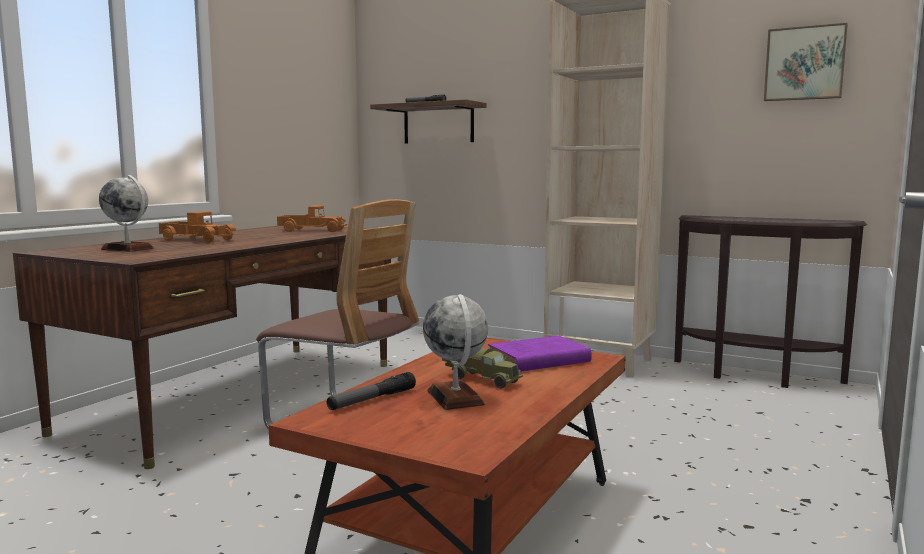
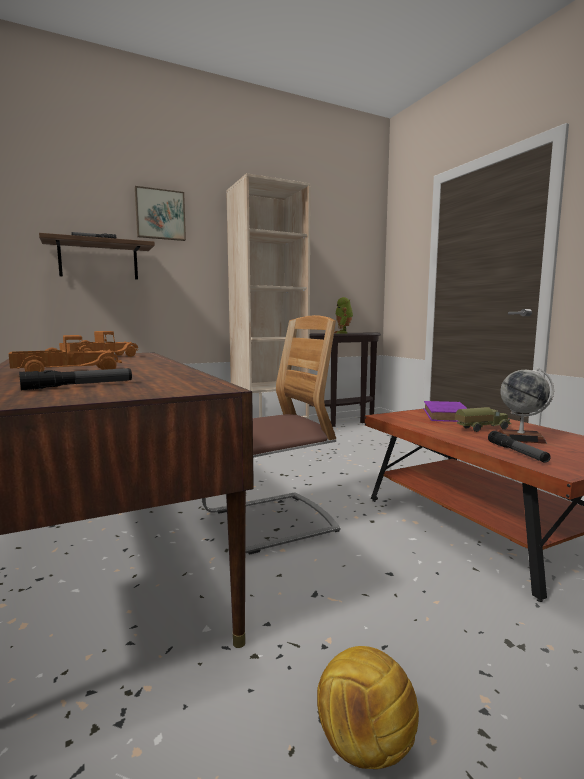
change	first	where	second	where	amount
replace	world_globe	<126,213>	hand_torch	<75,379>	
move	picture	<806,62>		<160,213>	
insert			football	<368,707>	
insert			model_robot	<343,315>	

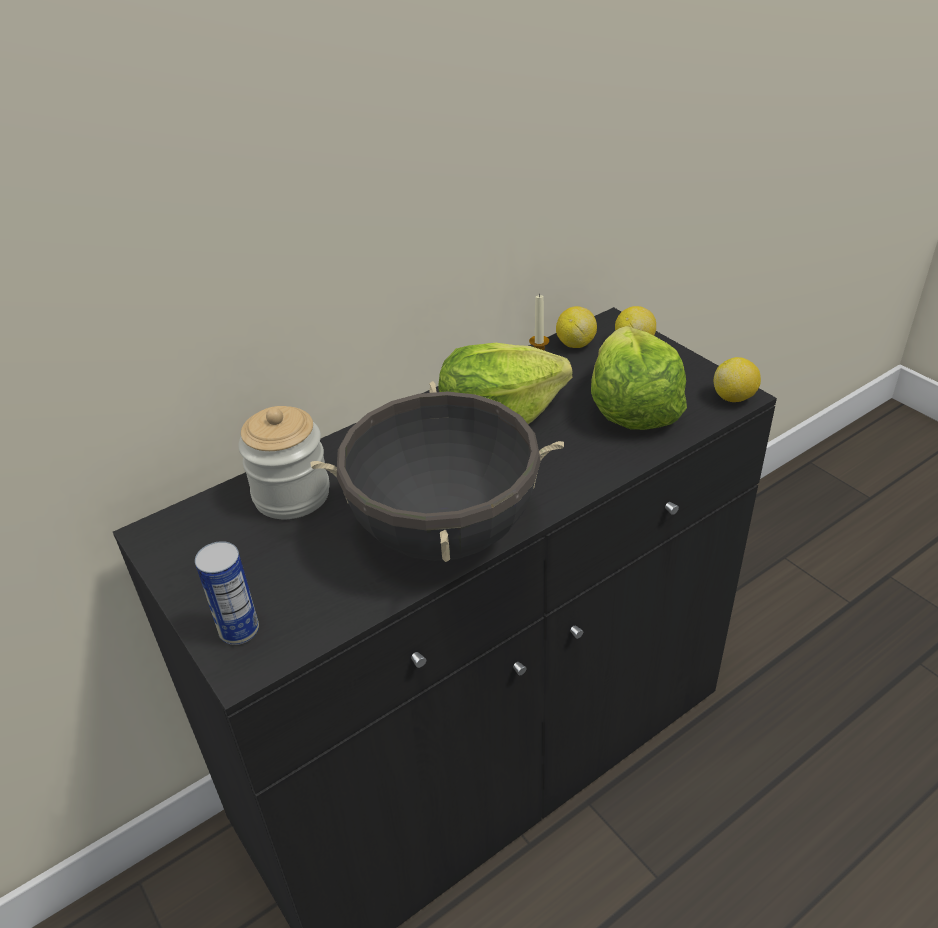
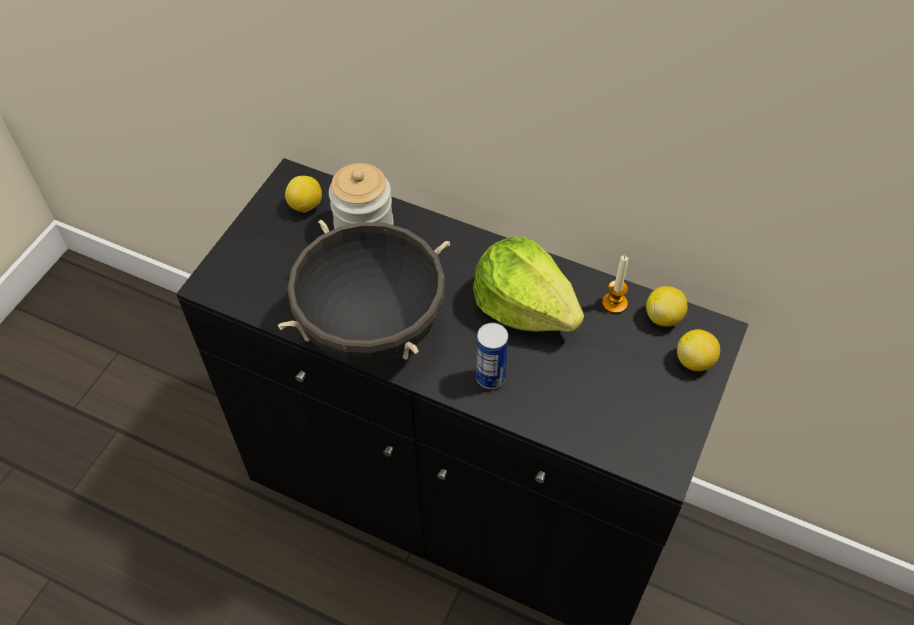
change	first	where	second	where	amount
move	sealed_can	<227,593>		<492,356>	
delete	lettuce_head	<639,378>			
move	lemon	<737,379>		<303,194>	

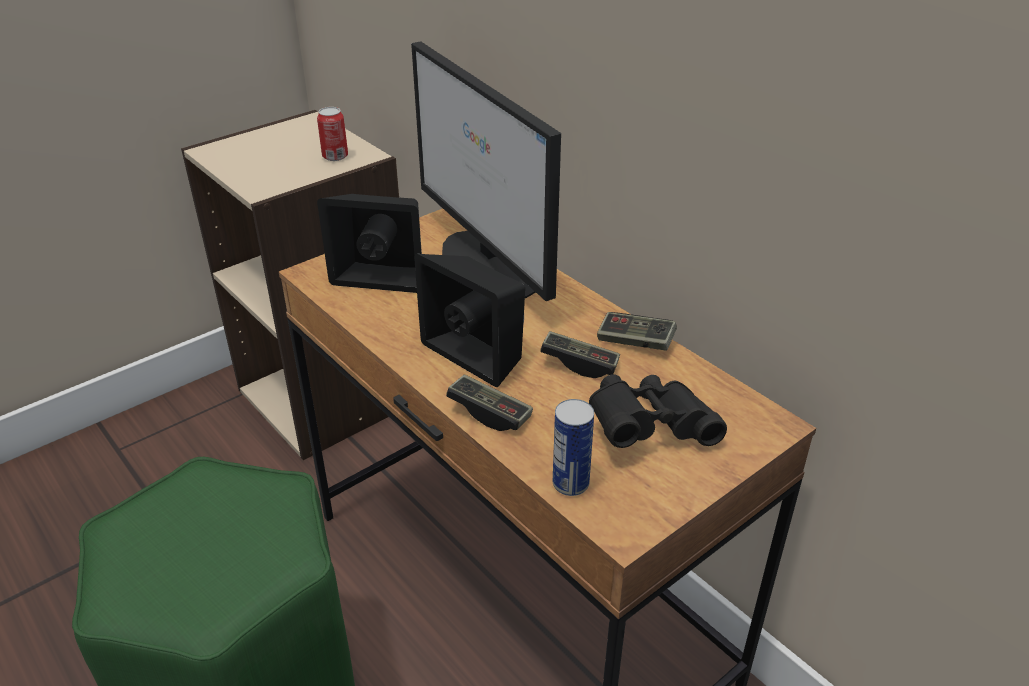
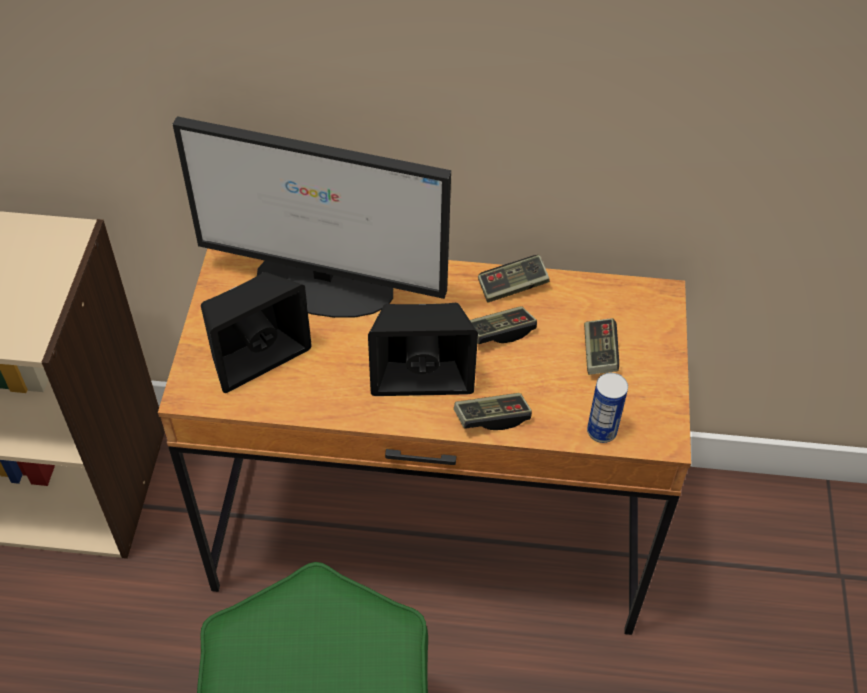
change	first	where	second	where	amount
delete	sealed_can	<332,134>			
replace	black-coloured_binoculars	<658,411>	joypad	<601,346>	

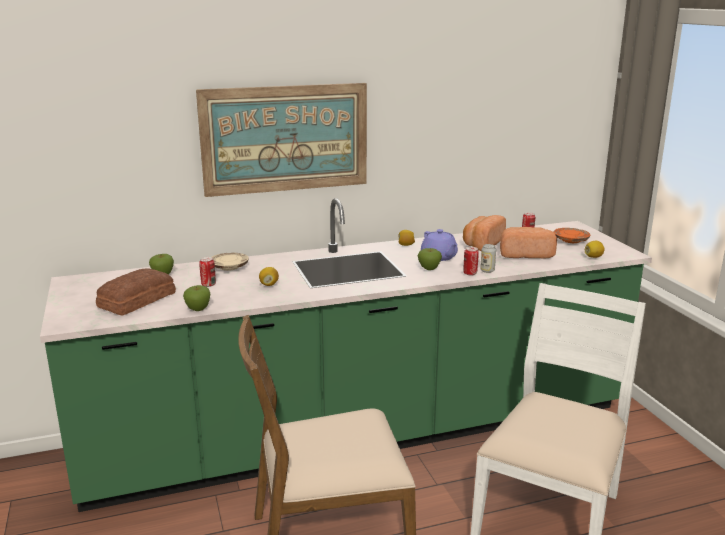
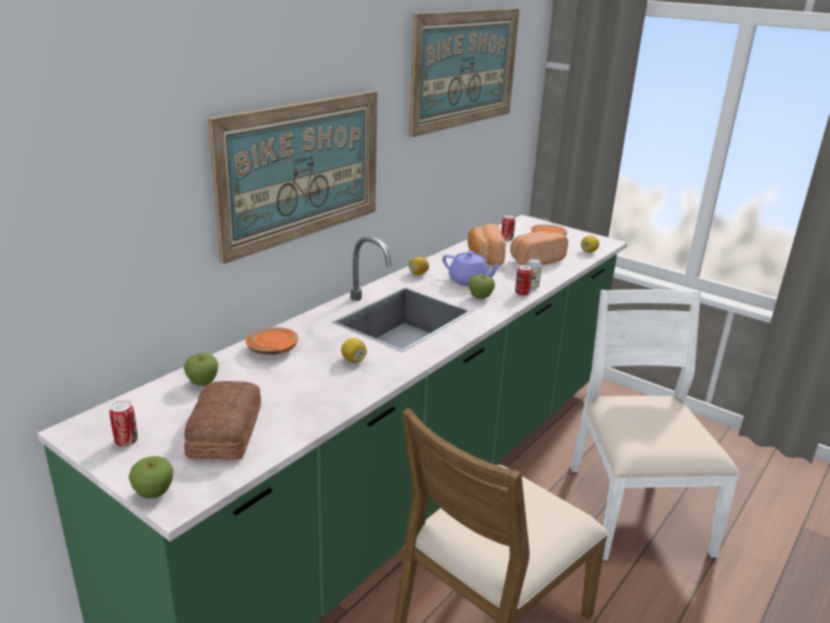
change	first	where	second	where	amount
move	whole_apple	<196,298>		<151,477>	
move	sealed_can	<207,272>		<123,424>	
recolor	beige_dinner_plate	<230,262>	orange_dinner_plate	<271,341>	
insert			picture	<464,72>	

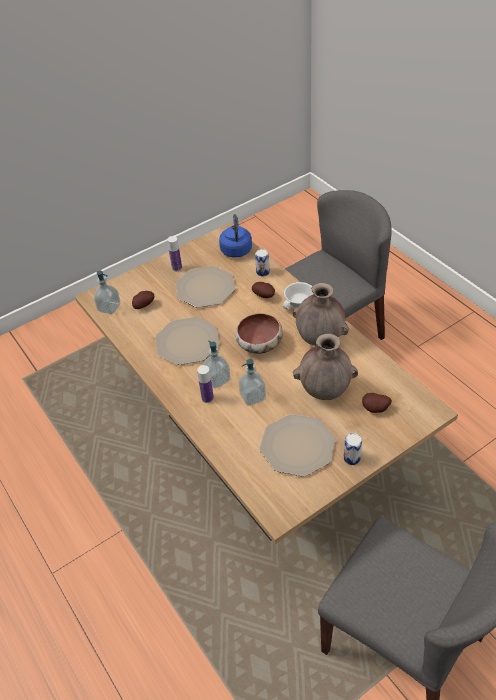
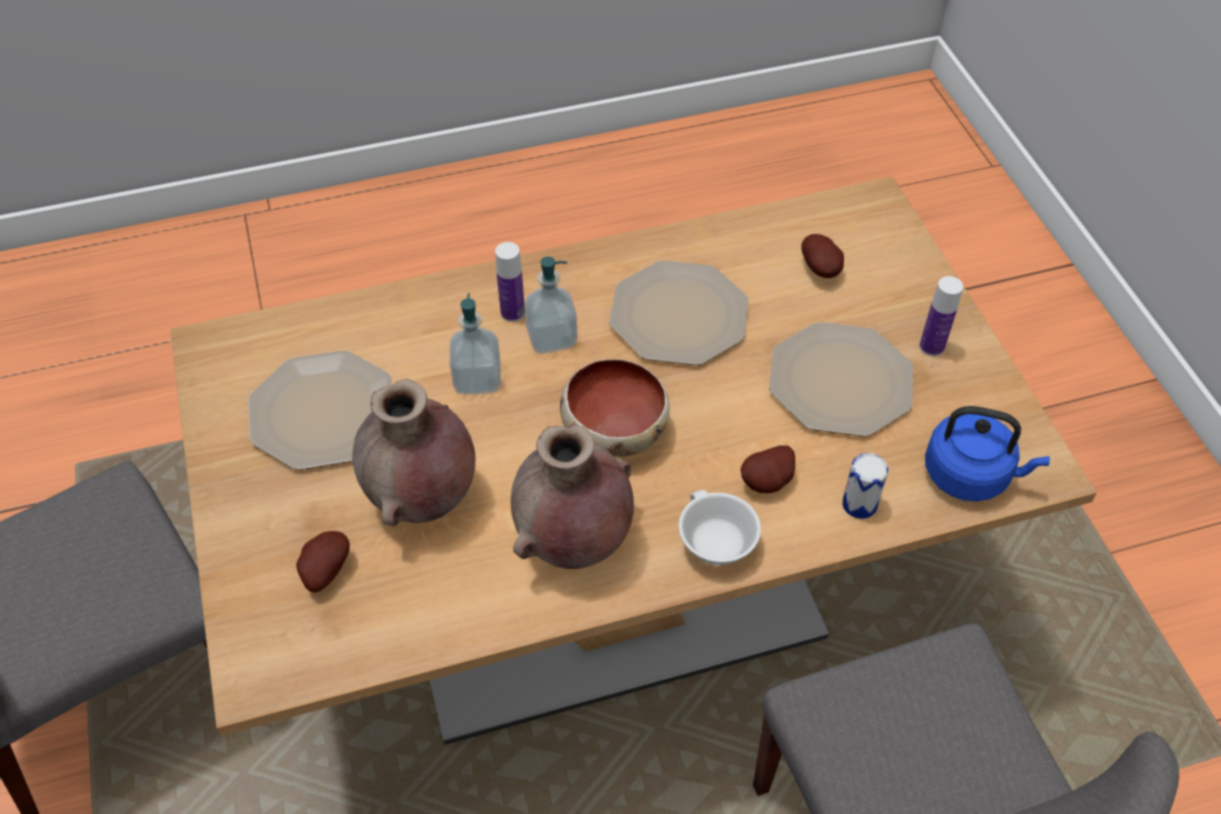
change	first	where	second	where	amount
delete	liquid_soap_bottle	<107,292>			
delete	sealed_can	<353,449>			

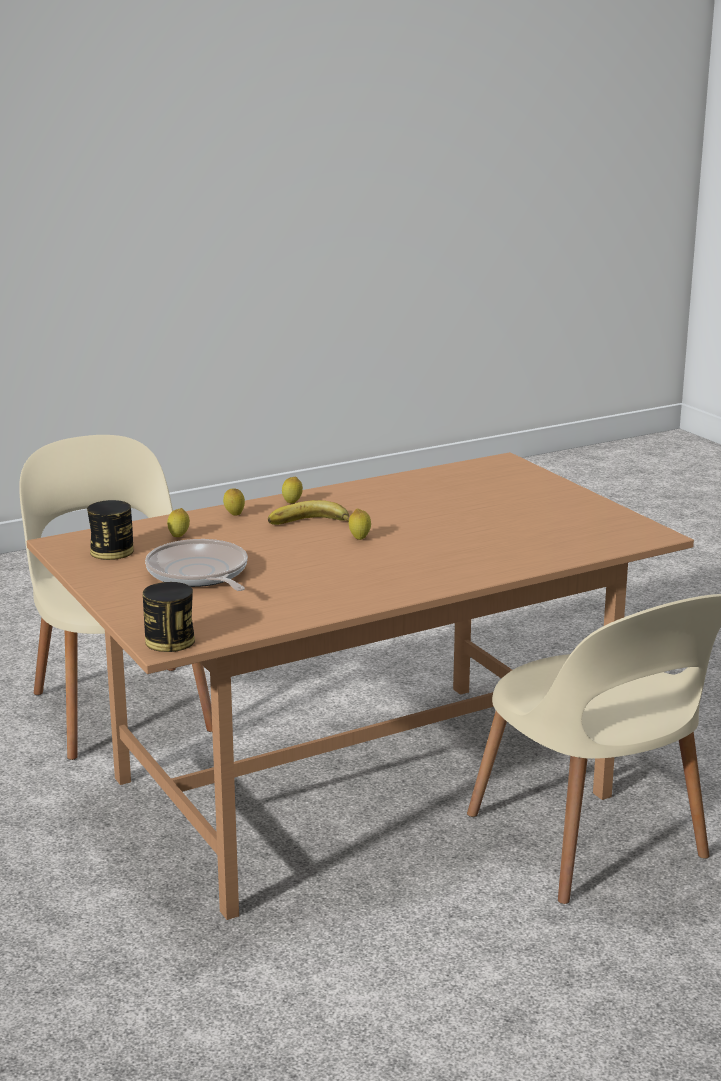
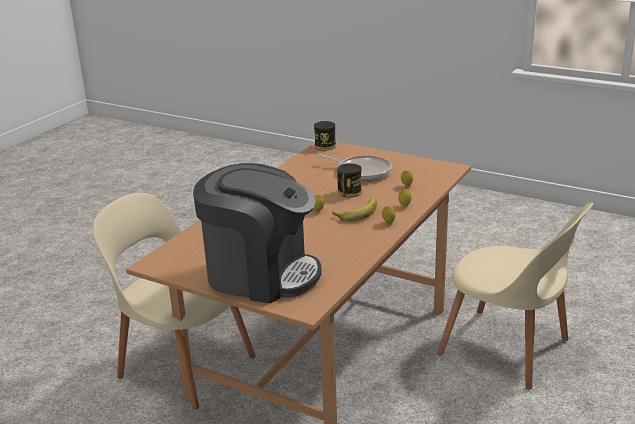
change	first	where	second	where	amount
move	sealed_can	<110,530>		<349,180>	
insert			coffee_machine	<257,233>	

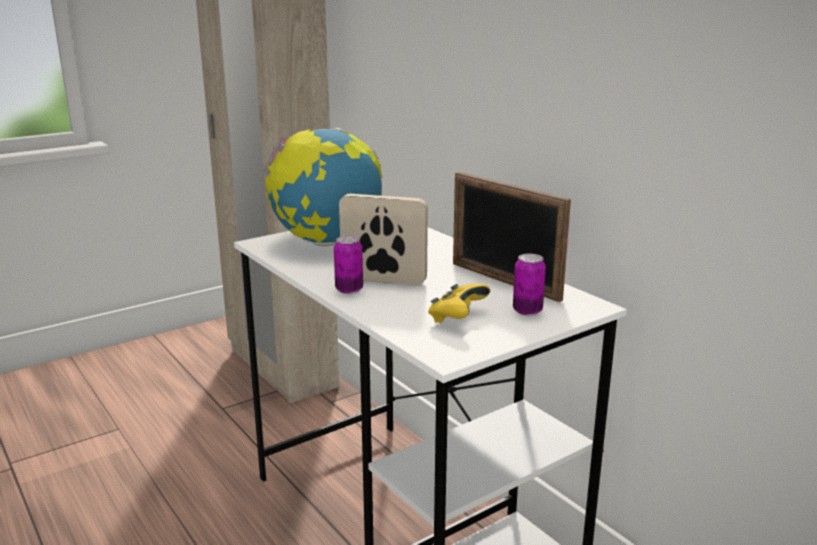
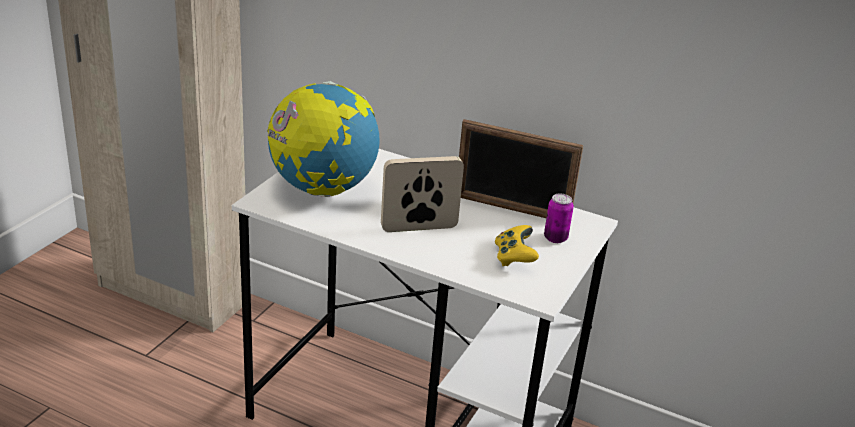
change	first	where	second	where	amount
delete	sealed_can	<348,265>			

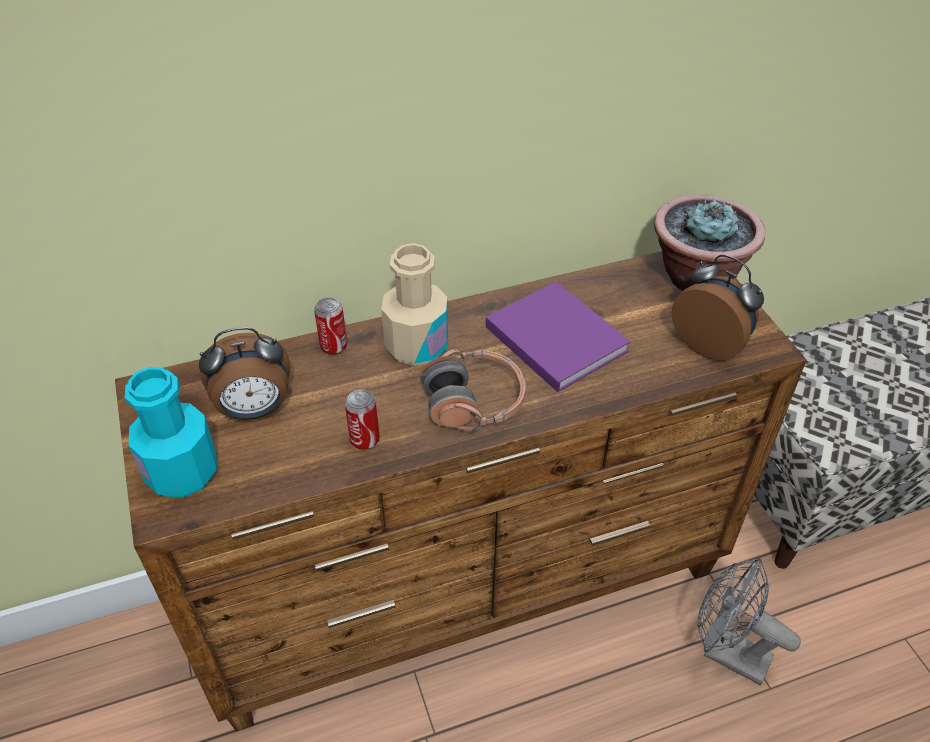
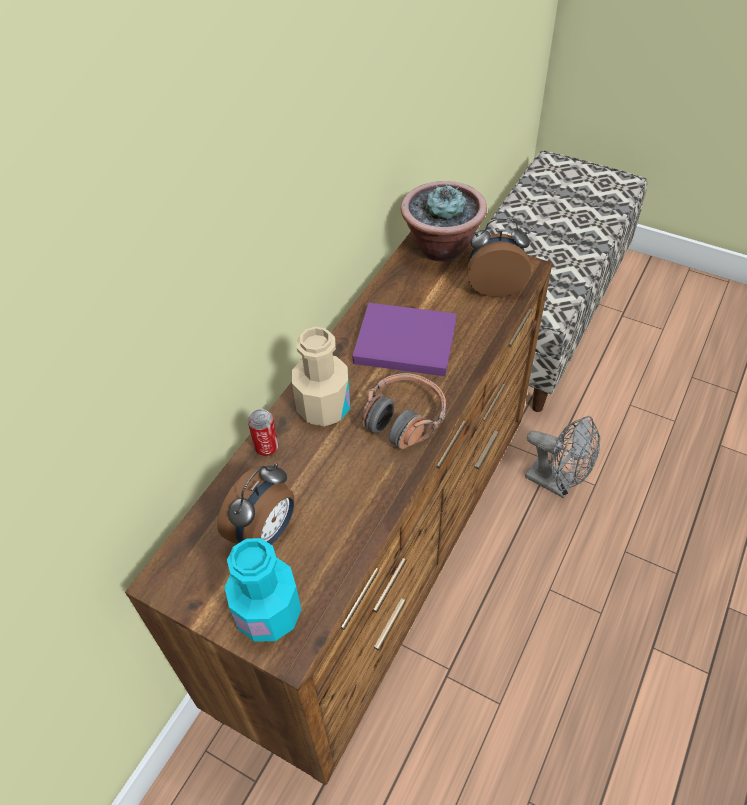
change	first	where	second	where	amount
delete	sealed_can	<362,419>			
rotate	gray_electric_fan	<749,621>		<562,457>	135 degrees counterclockwise

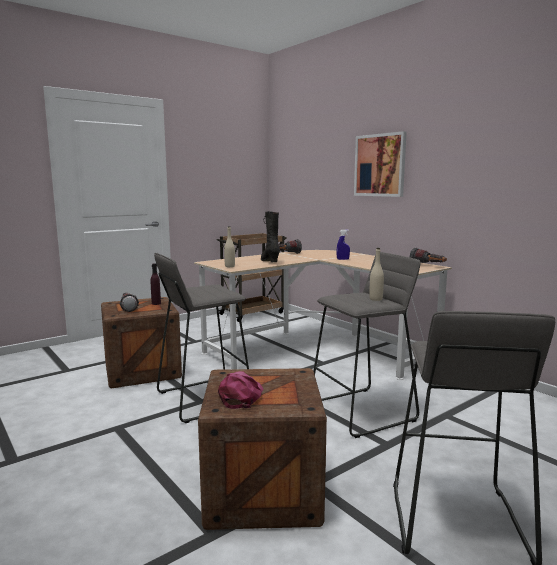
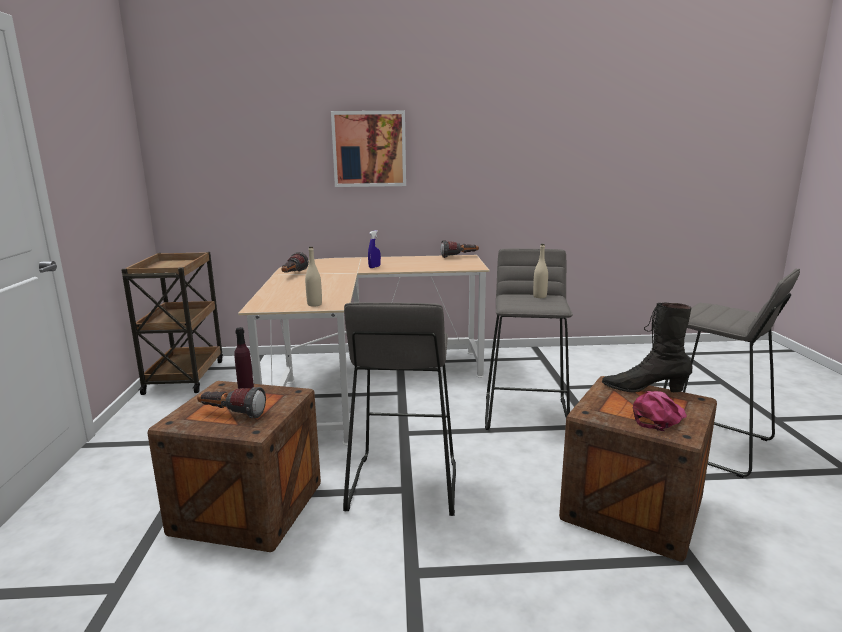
change	first	where	second	where	amount
rotate	pinkish_baseball_cap	<240,390>		<660,411>	90 degrees clockwise
move	black-coloured_boot	<270,237>		<647,348>	

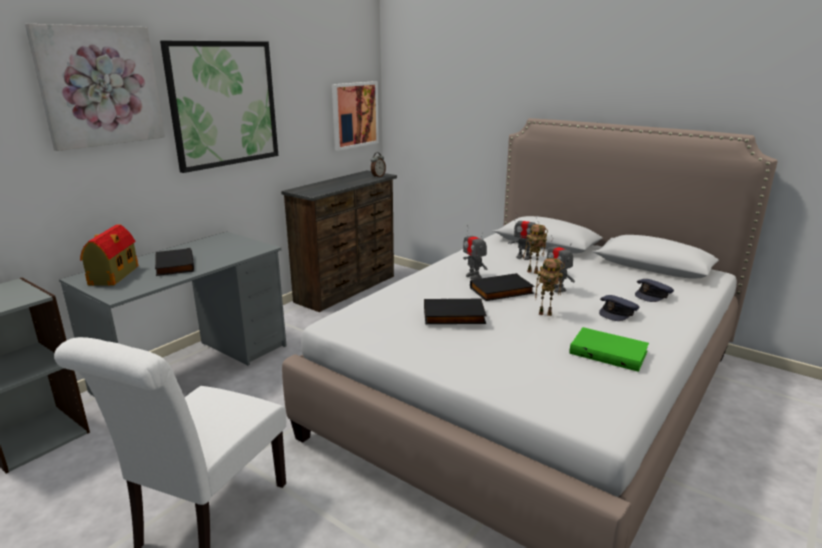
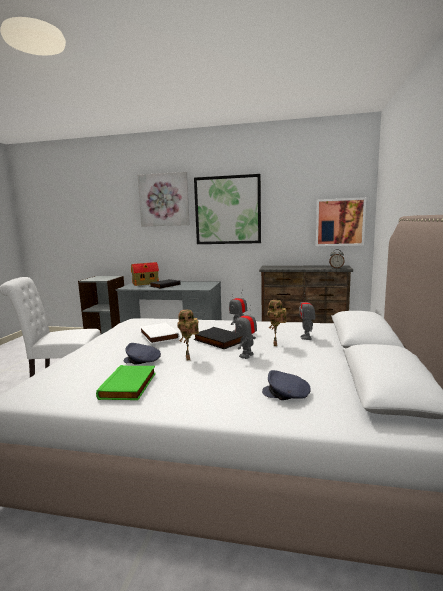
change	first	where	second	where	amount
recolor	black-coloured_book	<455,311>	whitish_book	<159,333>	
move	gray_baseball_cap	<619,308>		<142,353>	

